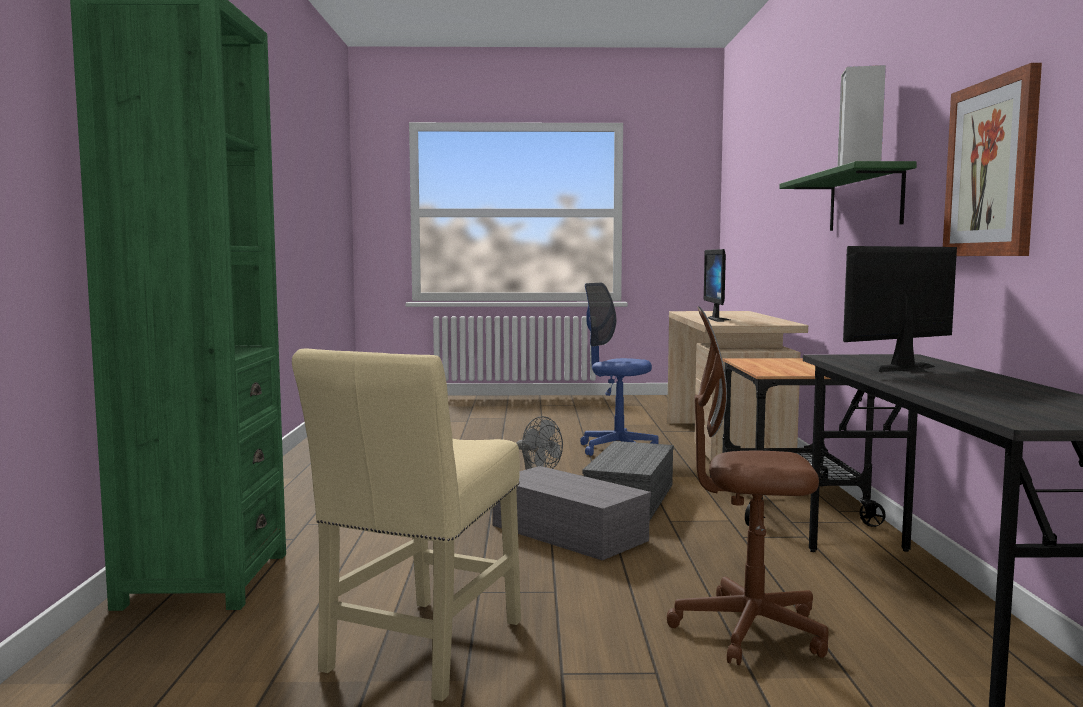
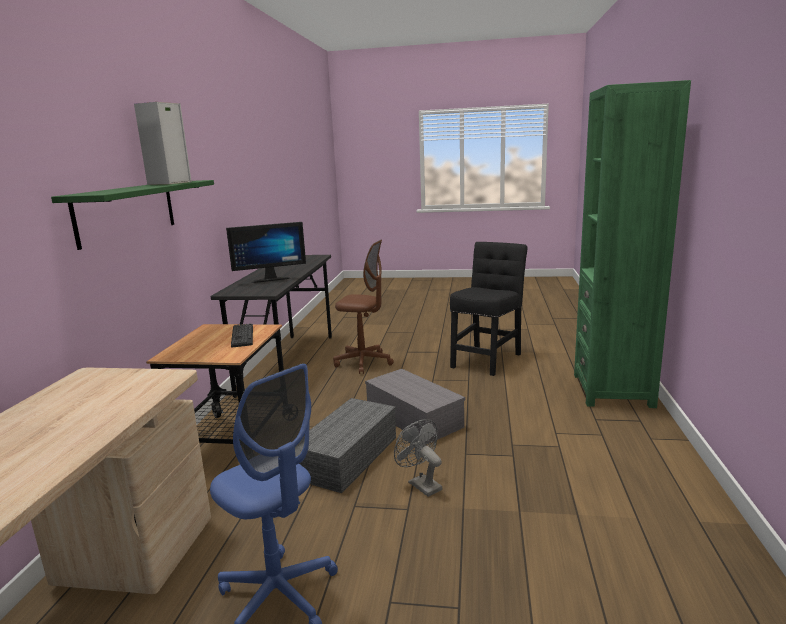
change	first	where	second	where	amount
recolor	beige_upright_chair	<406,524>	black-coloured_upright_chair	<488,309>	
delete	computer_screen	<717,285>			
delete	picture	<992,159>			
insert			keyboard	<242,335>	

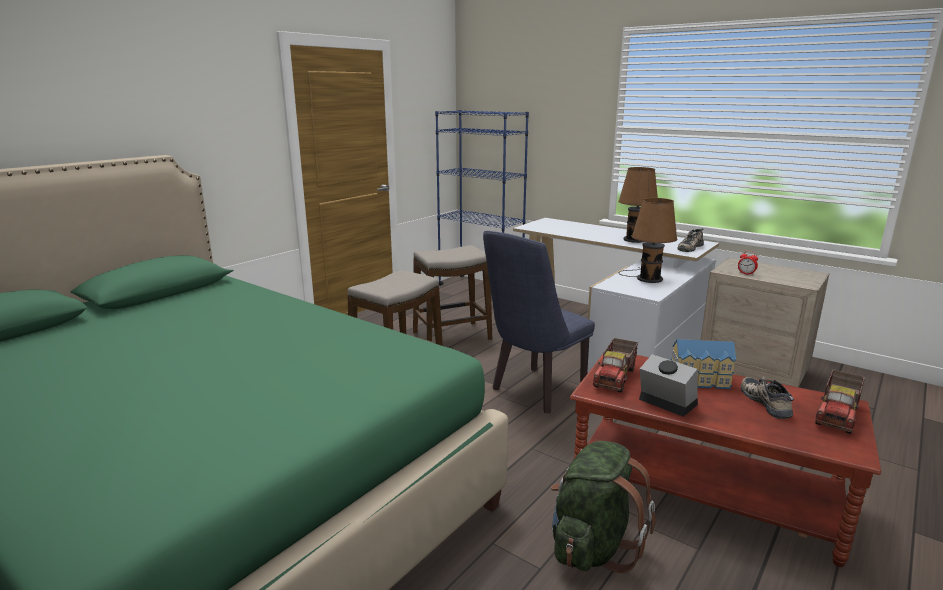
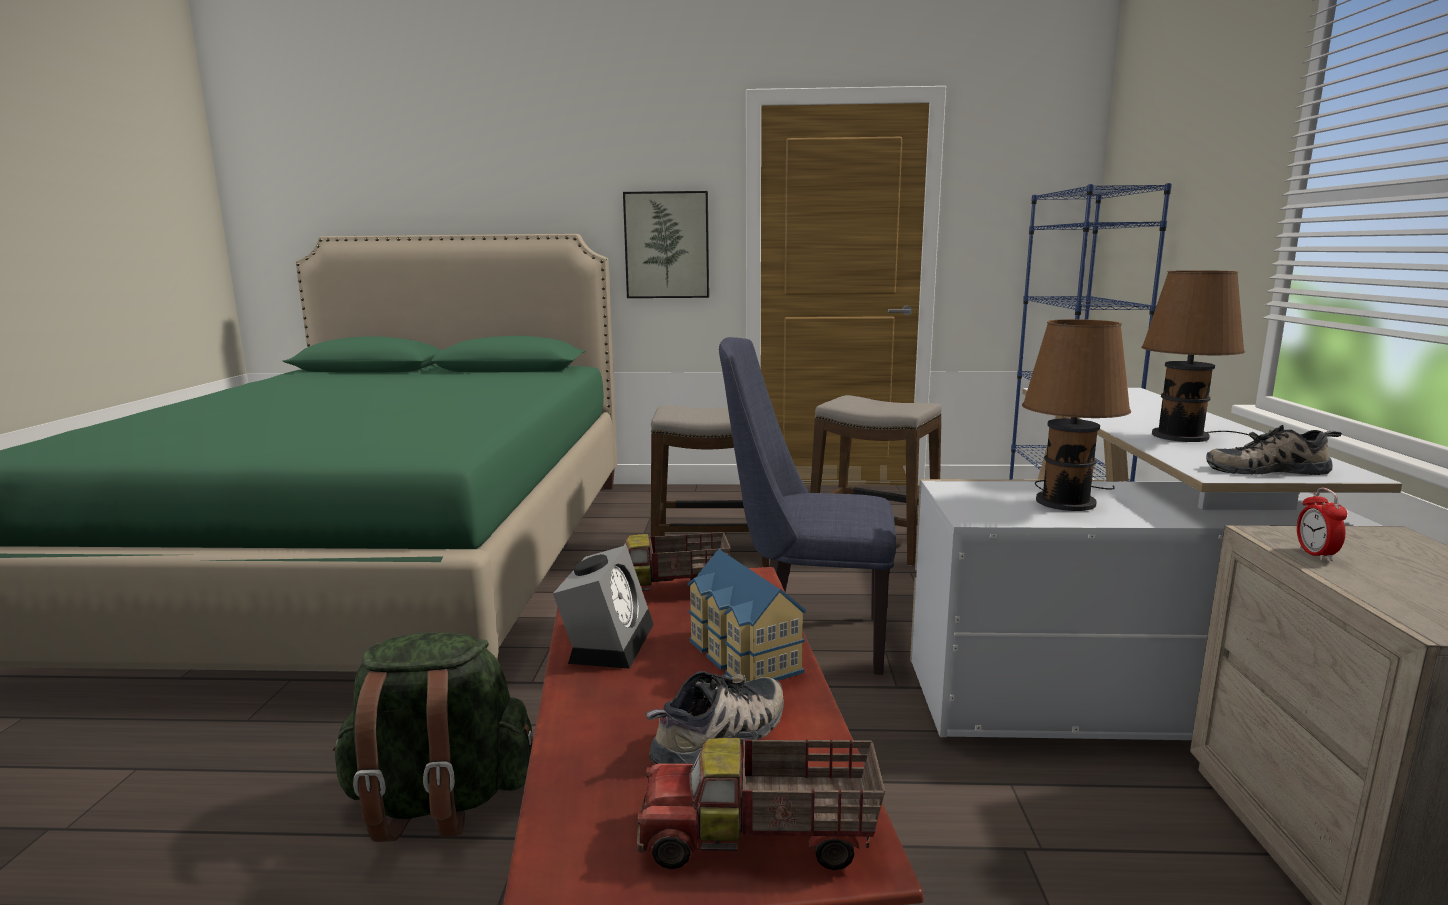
change	first	where	second	where	amount
insert			picture	<666,244>	

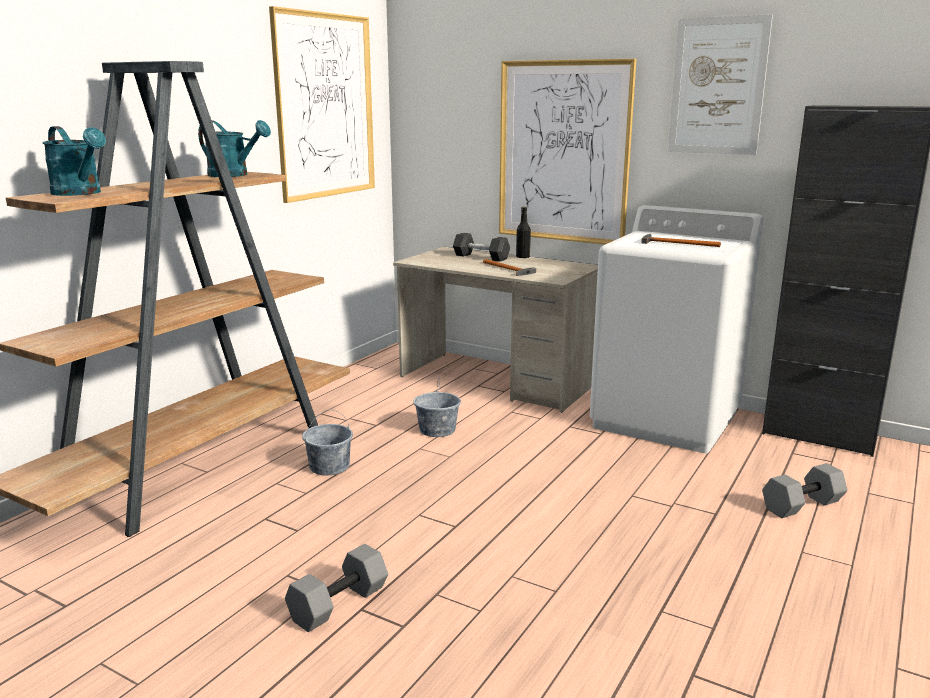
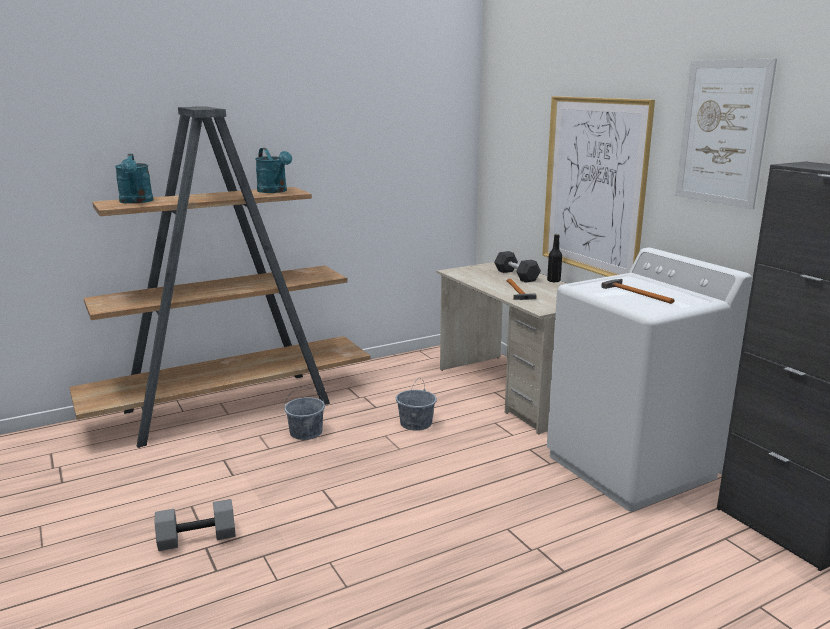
change	first	where	second	where	amount
delete	picture	<322,104>			
delete	gray_hand_weight	<804,490>			

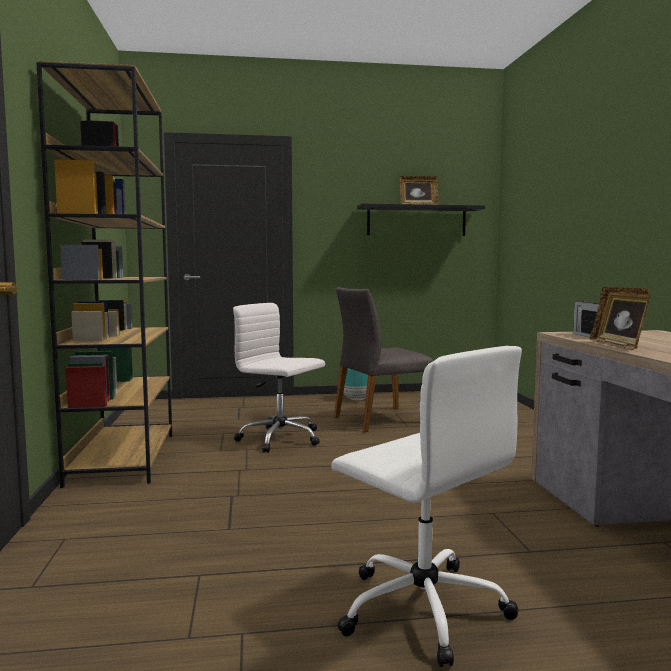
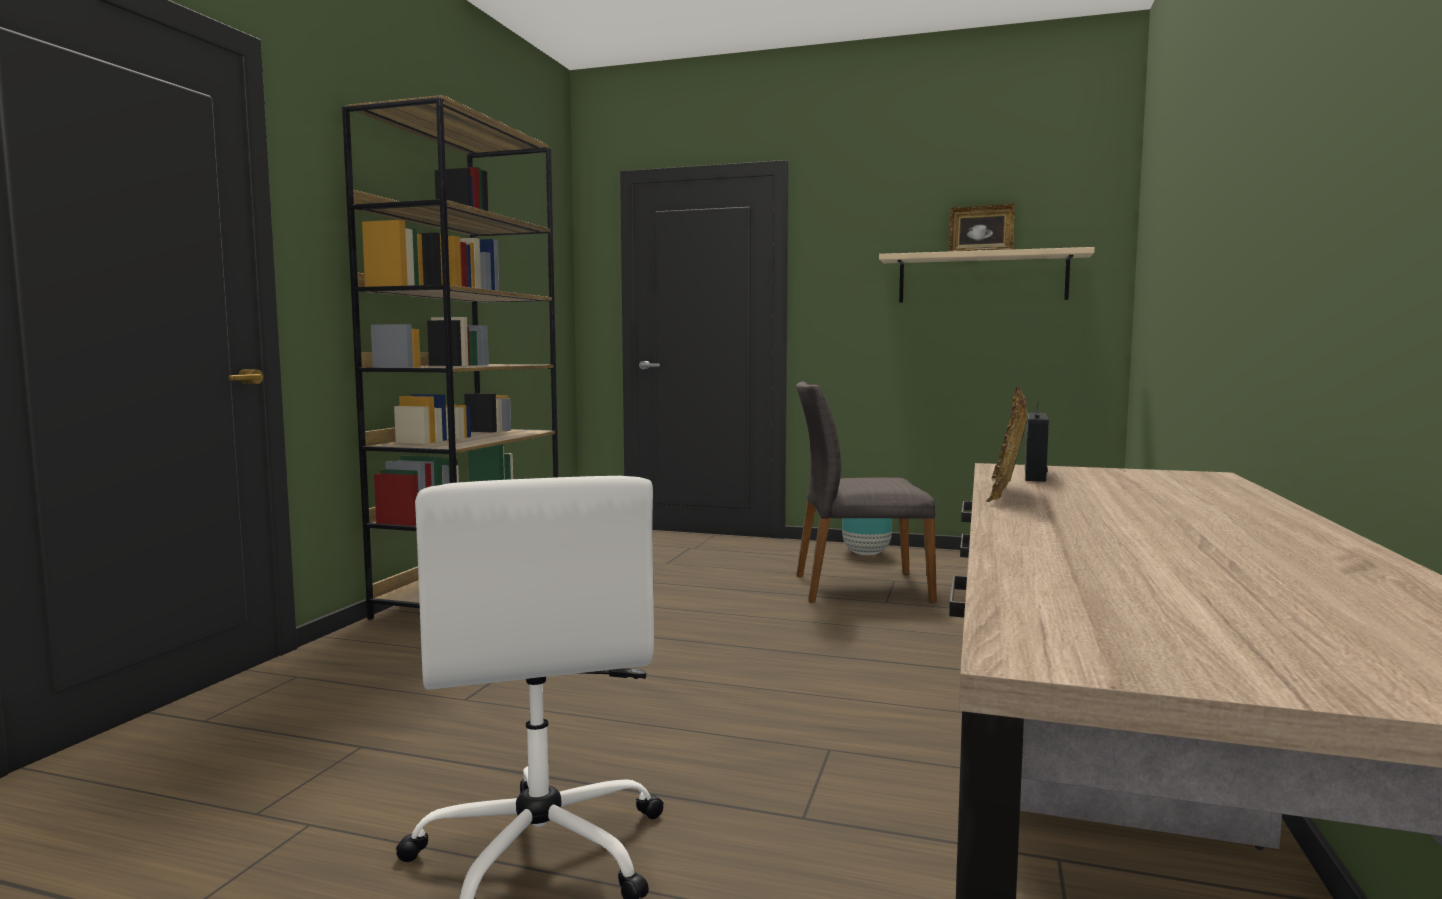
change	first	where	second	where	amount
delete	whitish_computer_chair	<279,378>			
recolor	black-coloured_bracket_shelf	<421,219>	beige_bracket_shelf	<987,275>	

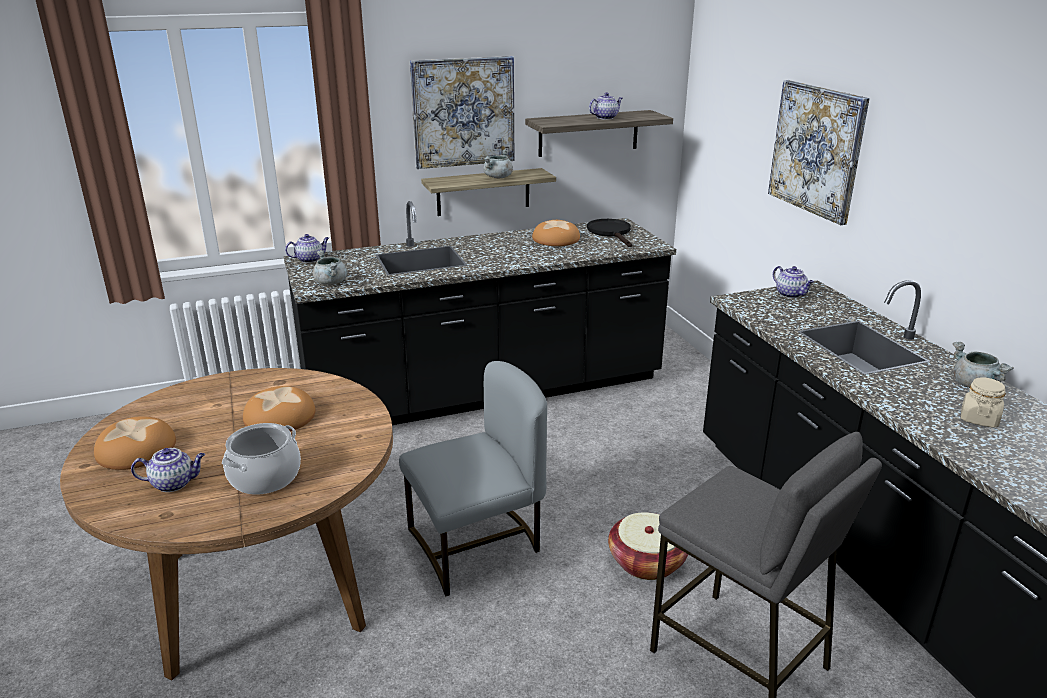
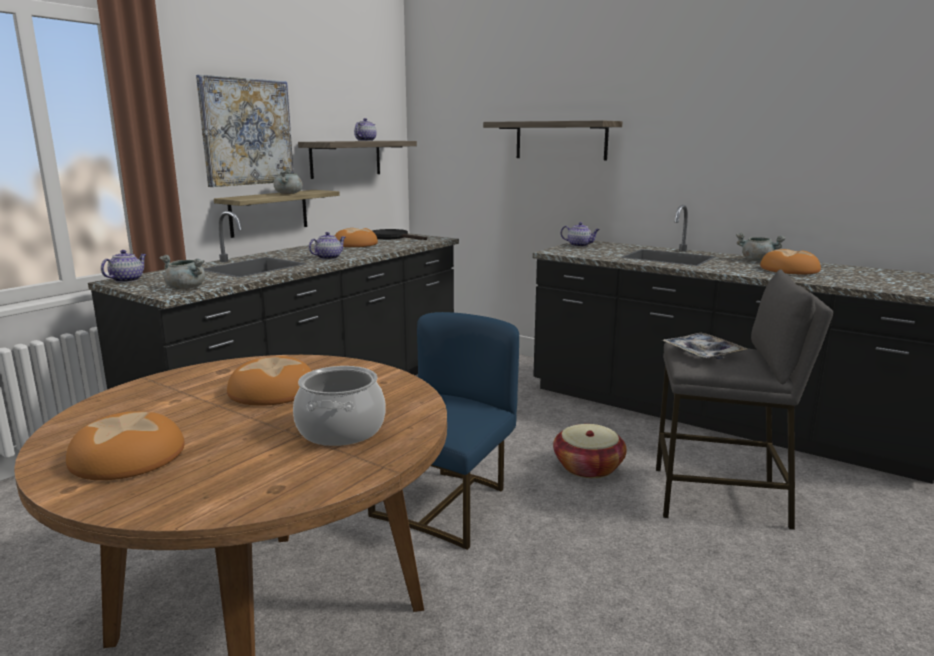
change	first	where	second	where	amount
move	tea_pot	<168,470>		<327,246>	
recolor	gray_upright_chair	<473,478>	bluish_upright_chair	<443,431>	
replace	picture	<819,152>	bracket_shelf	<553,140>	
replace	beige_preserve_jar	<983,403>	bread	<790,261>	
insert			tray	<704,346>	

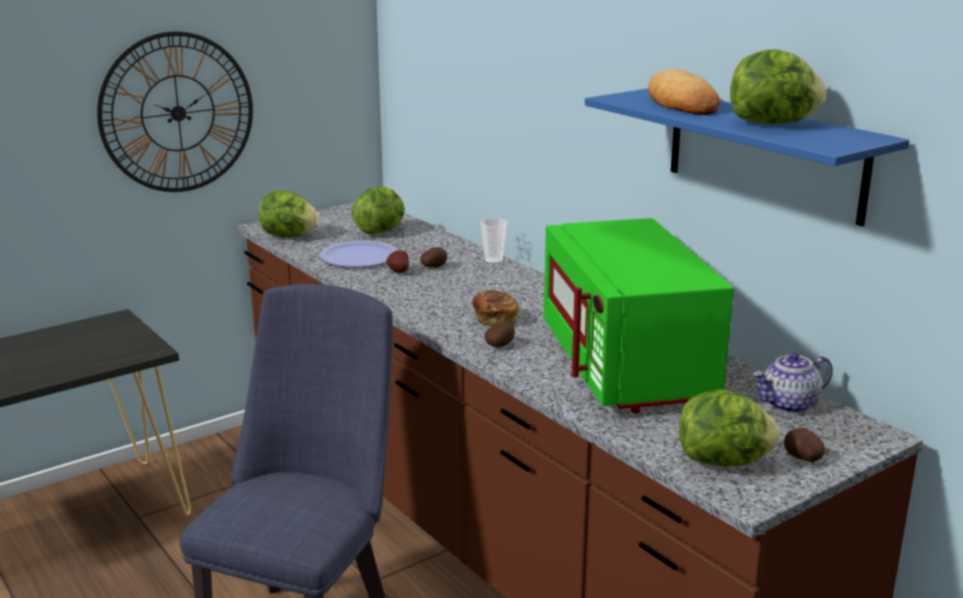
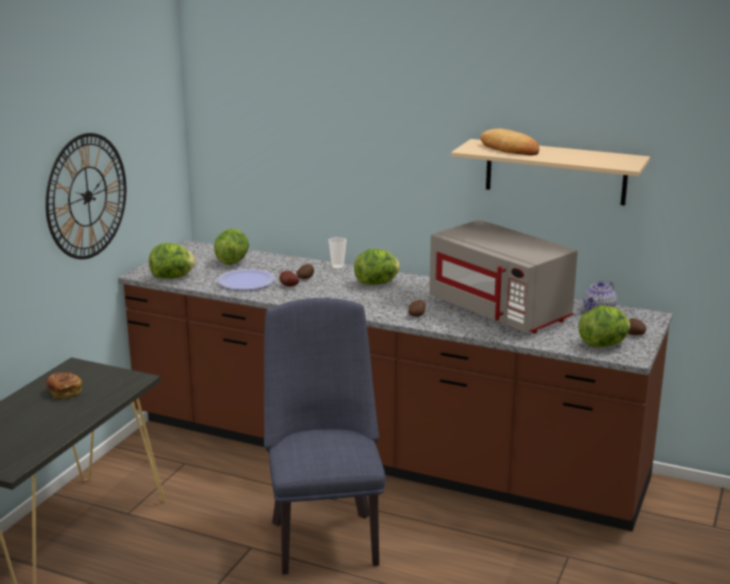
change	first	where	second	where	amount
move	bread	<495,308>		<63,385>	
recolor	green-coloured_kitchen_microwave	<639,315>	gray_kitchen_microwave	<503,276>	
recolor	bluish_bracket_shelf	<747,157>	beige_bracket_shelf	<550,172>	
move	lettuce_head	<778,86>		<377,267>	

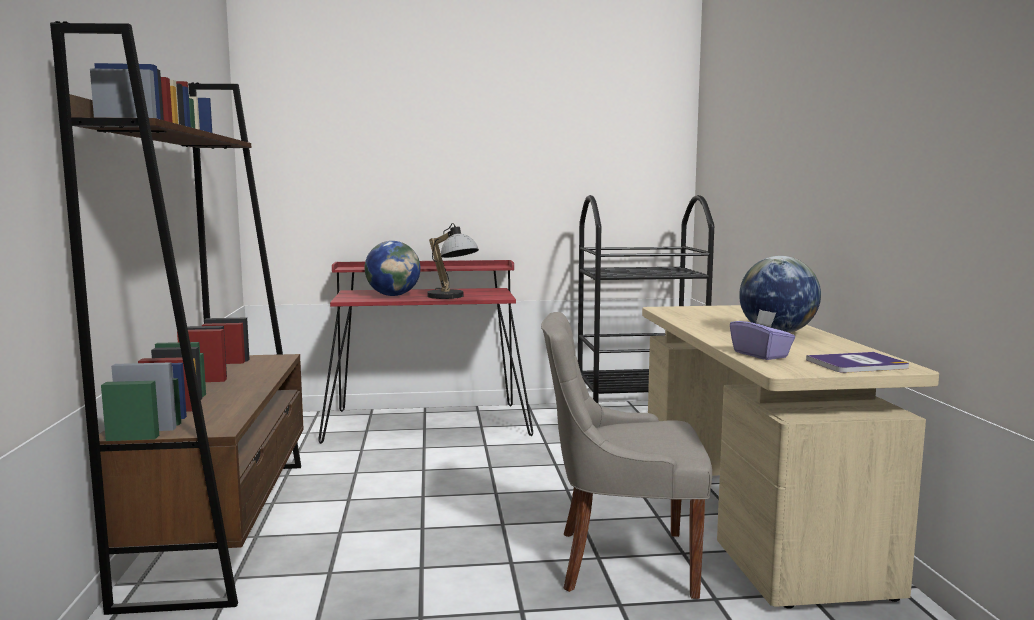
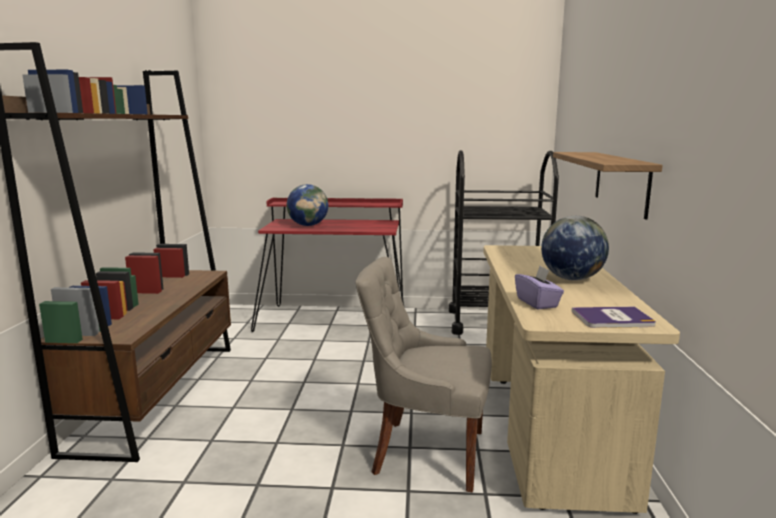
change	first	where	second	where	amount
delete	table_lamp	<453,261>			
insert			bracket_shelf	<608,185>	

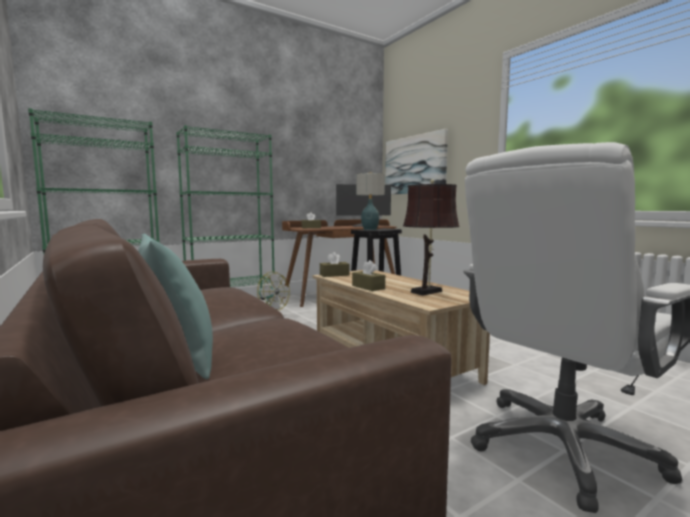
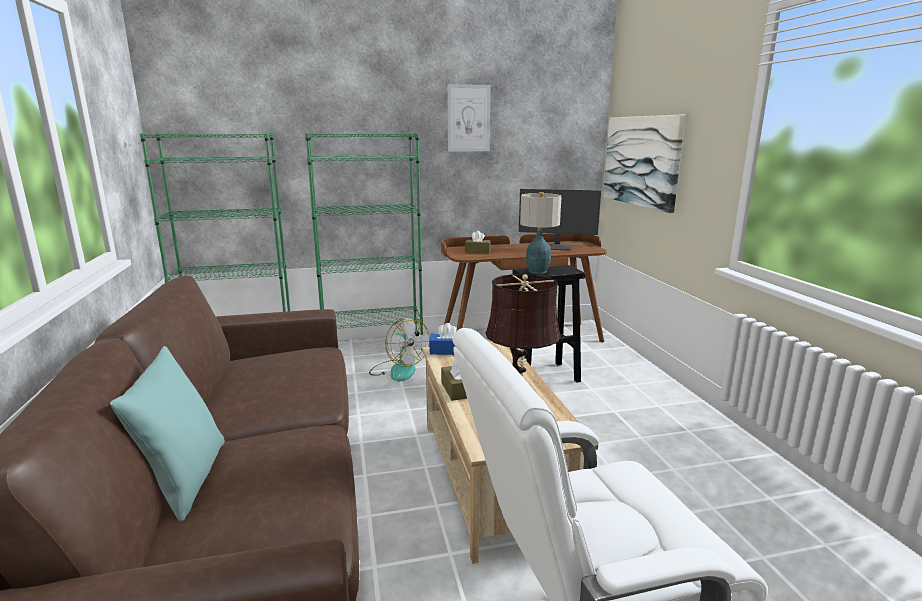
change	first	where	second	where	amount
recolor	brownish_tissue_box	<335,264>	bluish_tissue_box	<443,339>	
insert			picture	<469,118>	

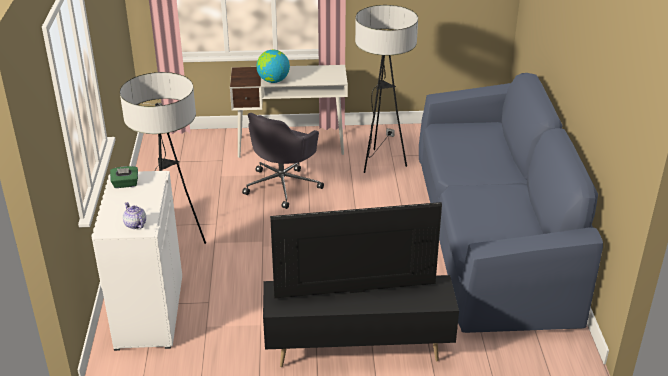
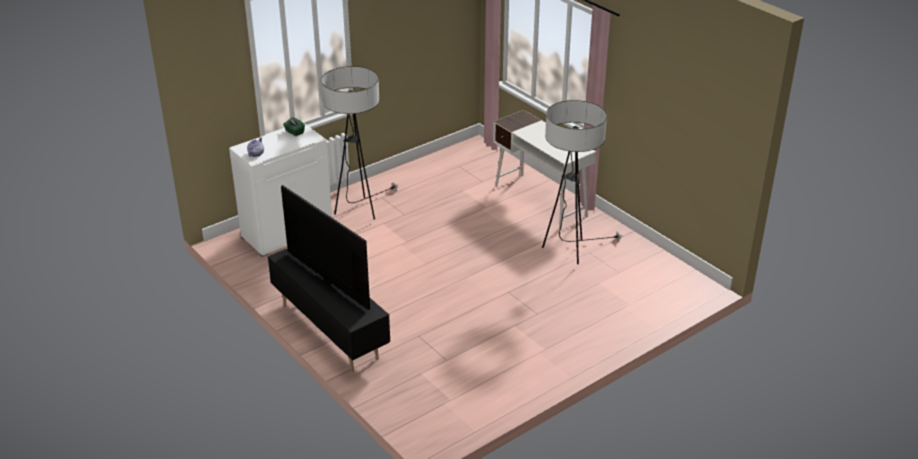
change	first	where	second	where	amount
delete	gray_computer_chair	<283,161>			
delete	world_globe	<273,66>			
delete	bluish_settee	<511,203>			

